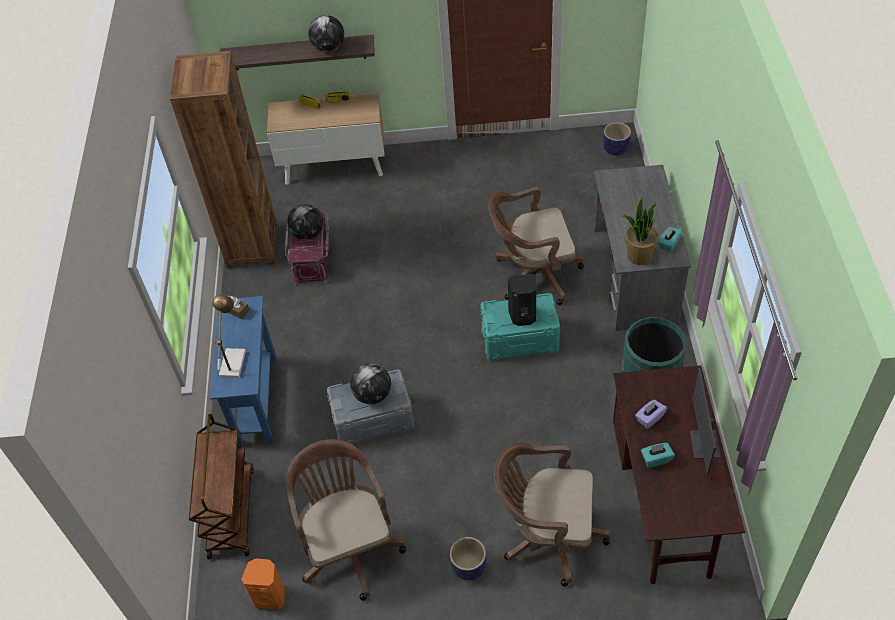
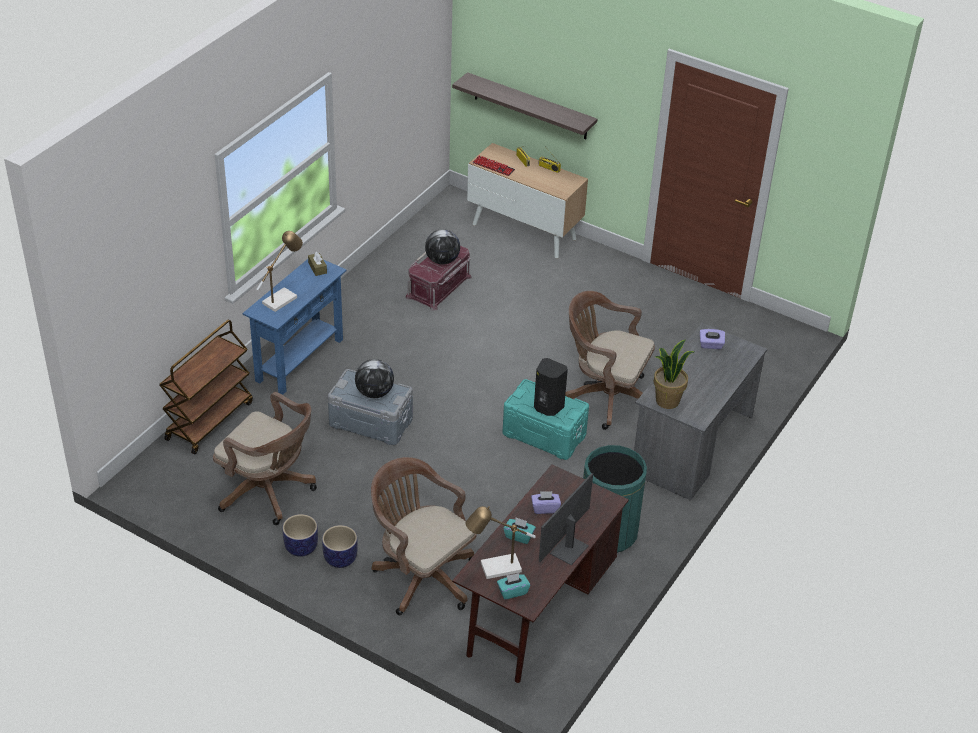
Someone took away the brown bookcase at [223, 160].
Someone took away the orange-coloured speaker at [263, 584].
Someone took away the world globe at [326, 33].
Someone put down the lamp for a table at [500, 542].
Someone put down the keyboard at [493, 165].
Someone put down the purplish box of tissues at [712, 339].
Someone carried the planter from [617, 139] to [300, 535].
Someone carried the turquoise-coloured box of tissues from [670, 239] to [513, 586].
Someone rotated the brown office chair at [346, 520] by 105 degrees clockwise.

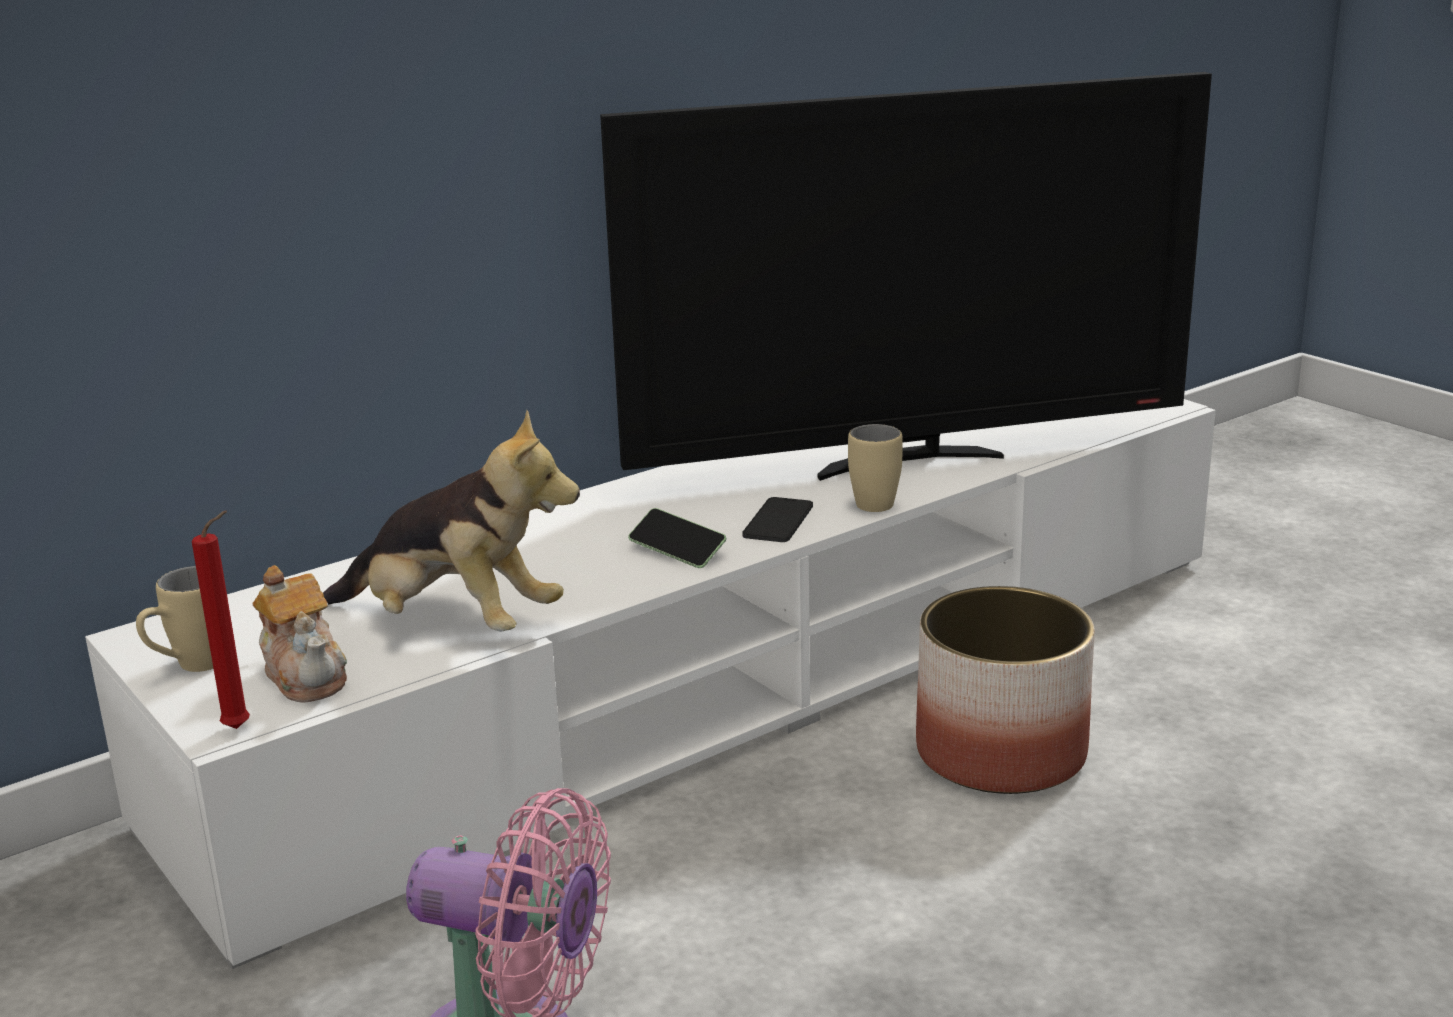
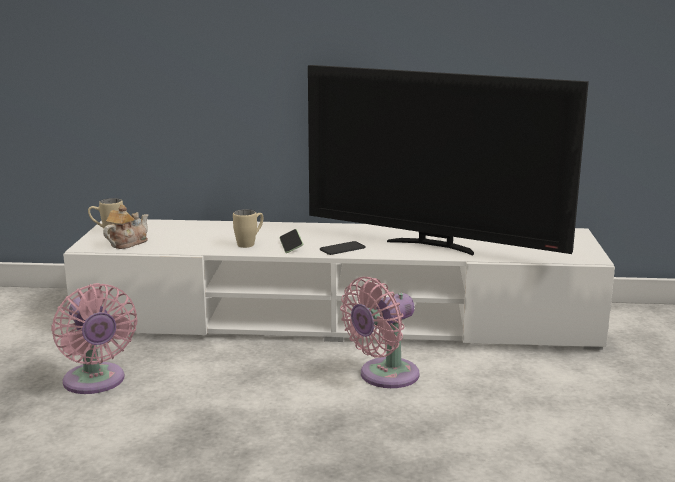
Someone took away the reddish wax light at [221, 619].
Someone took away the soft toy at [451, 521].
Someone carried the beige-coloured mug from [875, 468] to [248, 228].
Someone swapped the planter at [1005, 690] for the pinkish fan at [379, 332].
Someone rotated the teapot at [299, 634] by 150 degrees counterclockwise.

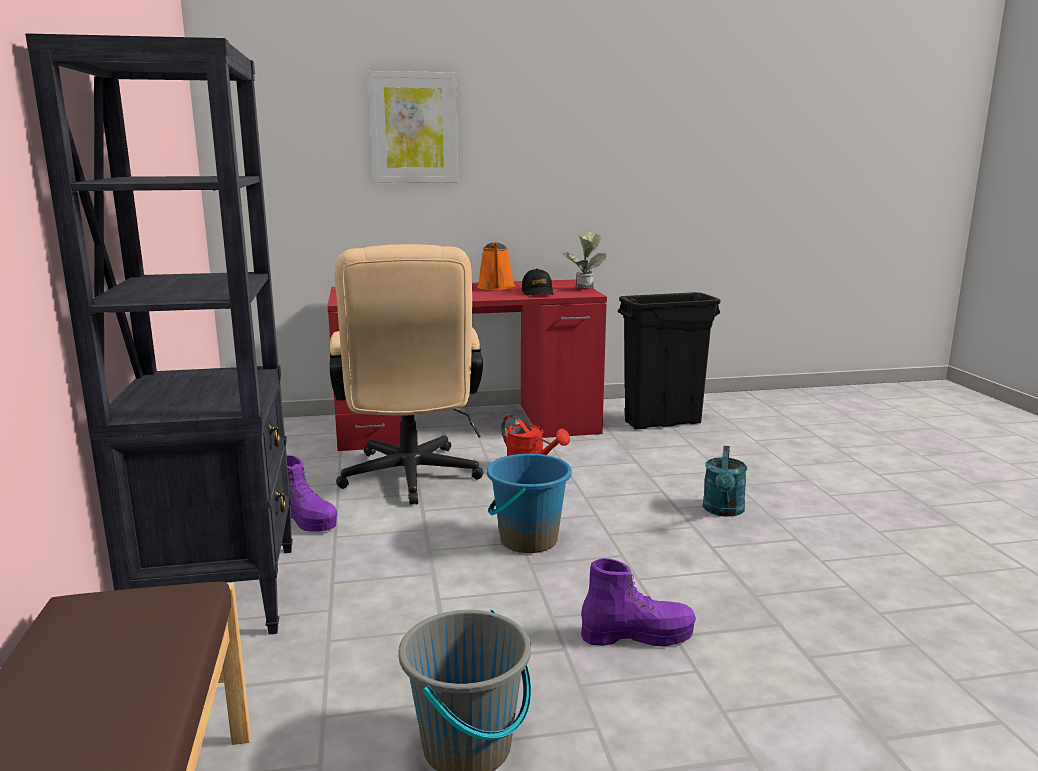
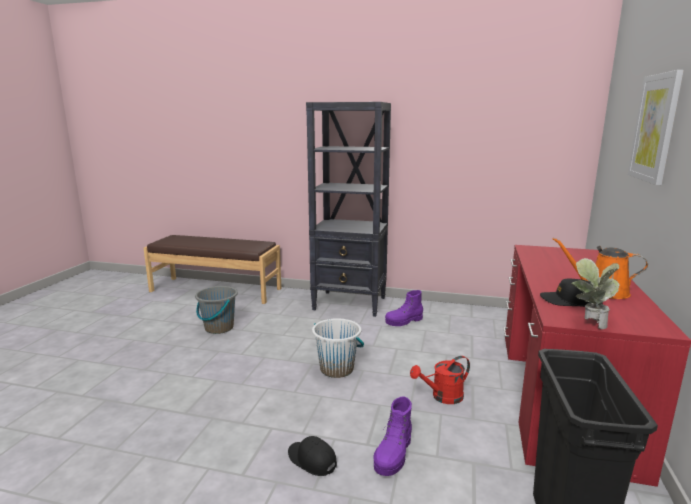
Someone took away the beige-coloured office chair at [406, 374].
Someone carried the purplish tall boot from [638, 602] to [393, 436].
Someone swapped the turquoise-coloured watering pot at [725, 481] for the blackish baseball cap at [312, 456].
Someone repainted the bluish bucket at [529, 503], which became the white bucket at [338, 348].

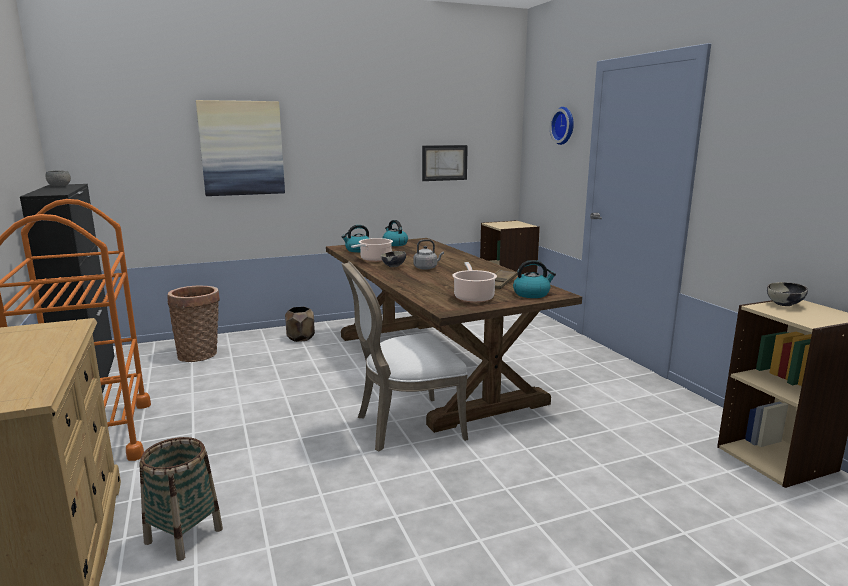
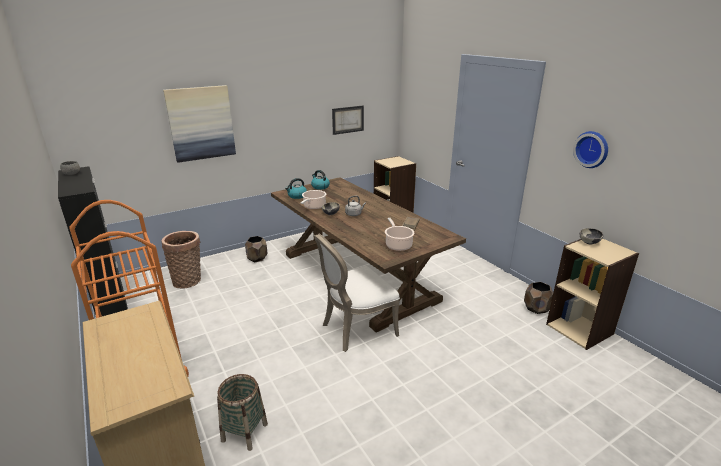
Someone took away the kettle at [534, 279].
Someone put down the brown planter at [538, 298].
Someone carried the hanging clock from [562, 126] to [590, 149].

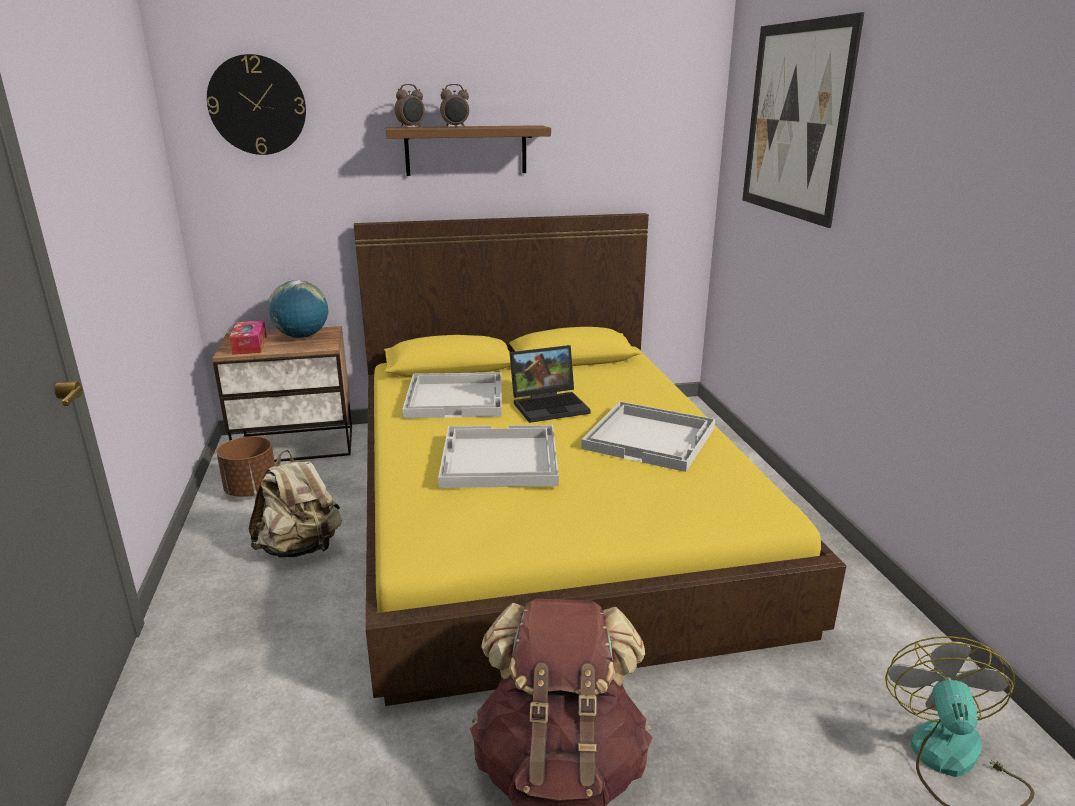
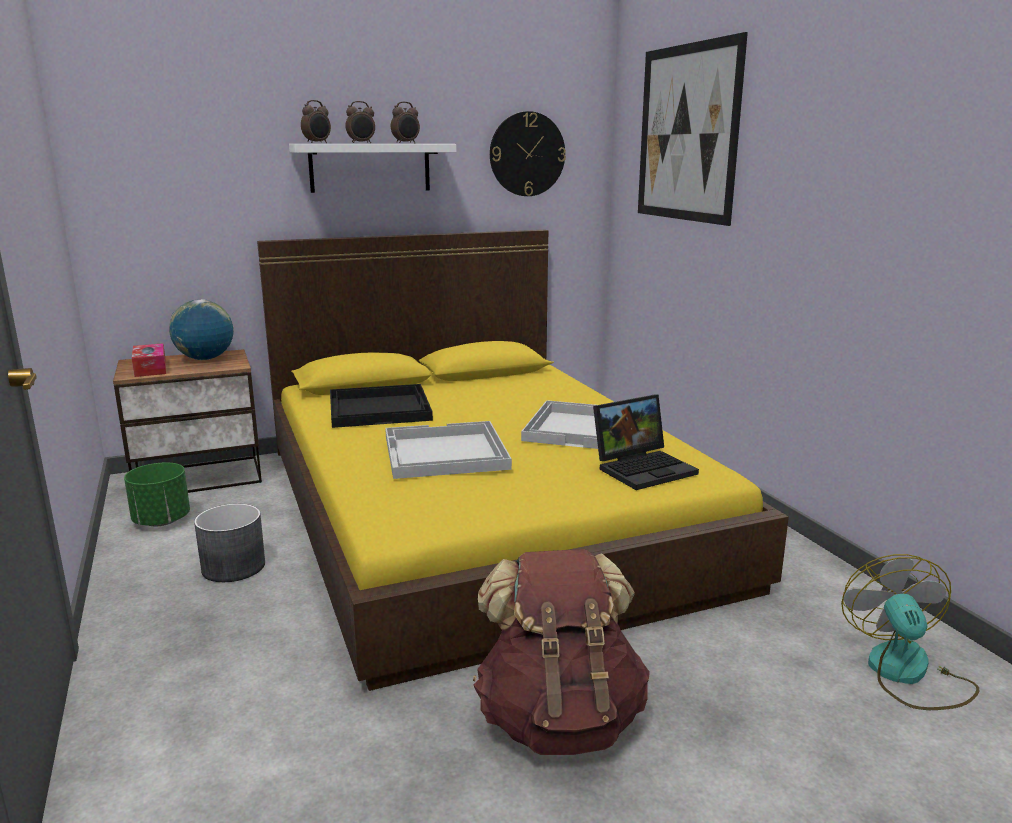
Someone put down the bedside clock at [405, 122].
Someone carried the hanging clock from [256, 104] to [528, 153].
Someone carried the notebook computer from [550, 384] to [646, 442].
Someone swapped the beige-coloured rucksack at [295, 504] for the greyish planter at [229, 543].
Someone repainted the brown planter at [245, 466], which became the greenish planter at [157, 494].
Someone repainted the brown wall shelf at [468, 150], which became the white wall shelf at [373, 168].
Someone repainted the white serving tray at [452, 395], which became the blackish serving tray at [381, 406].

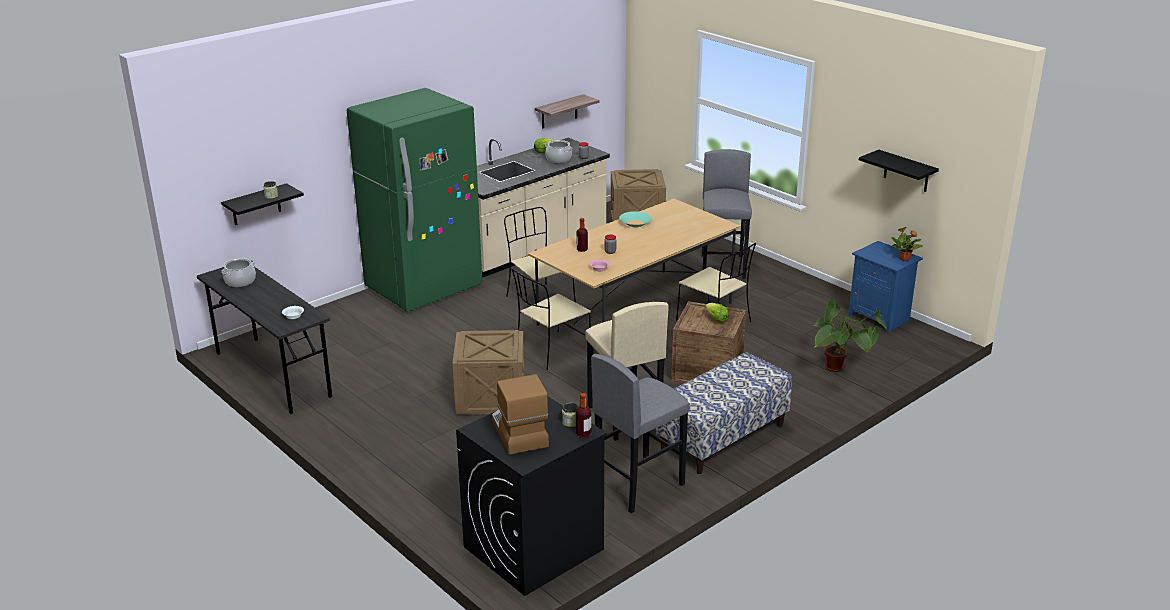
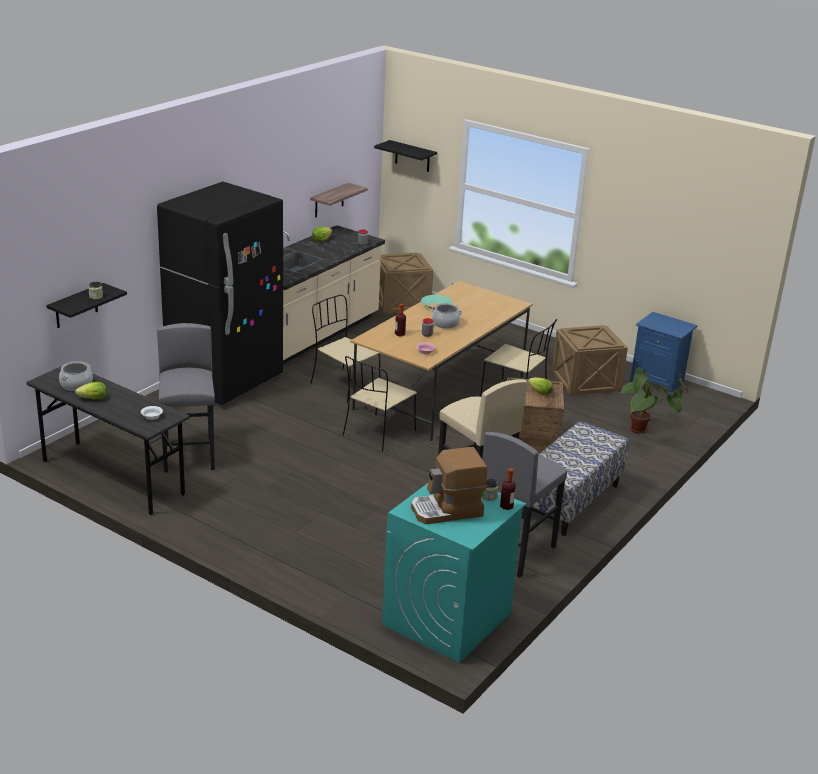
Someone took away the potted plant at [907, 244].
Someone put down the lettuce at [91, 390].
Someone carried the packing crate from [488, 372] to [590, 360].
Someone carried the saucepot from [558, 151] to [446, 316].
Someone carried the greyish sitting stool from [727, 214] to [186, 397].
Someone carried the blackish wall shelf from [899, 171] to [405, 156].
Someone repainted the greenish kitchen fridge at [415, 200], which became the blackish kitchen fridge at [220, 293].
Someone repainted the blackish laundry appliance at [531, 496], which became the turquoise-coloured laundry appliance at [454, 573].
Someone rotated the coffee maker at [520, 414] by 75 degrees counterclockwise.

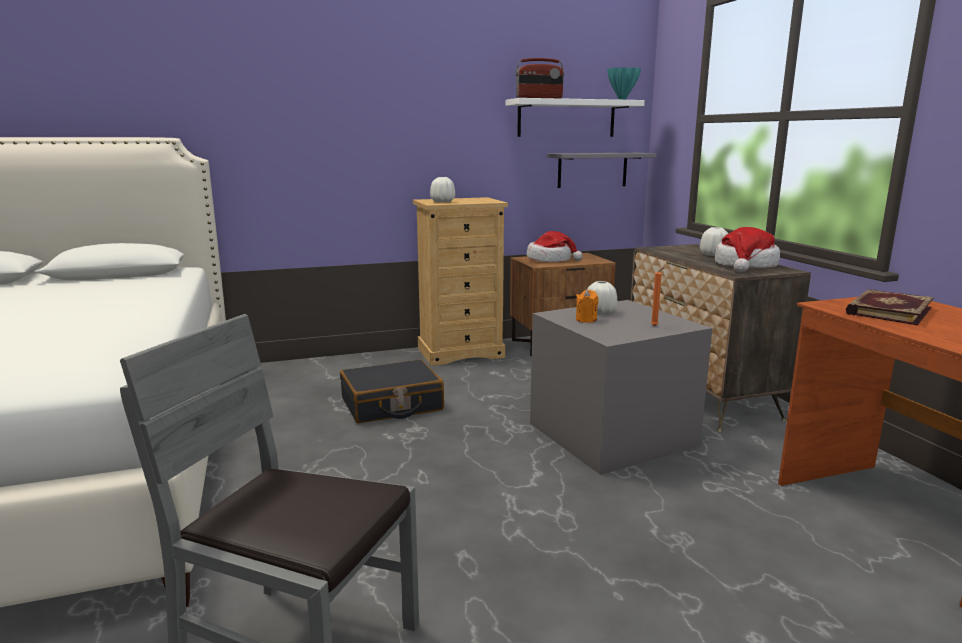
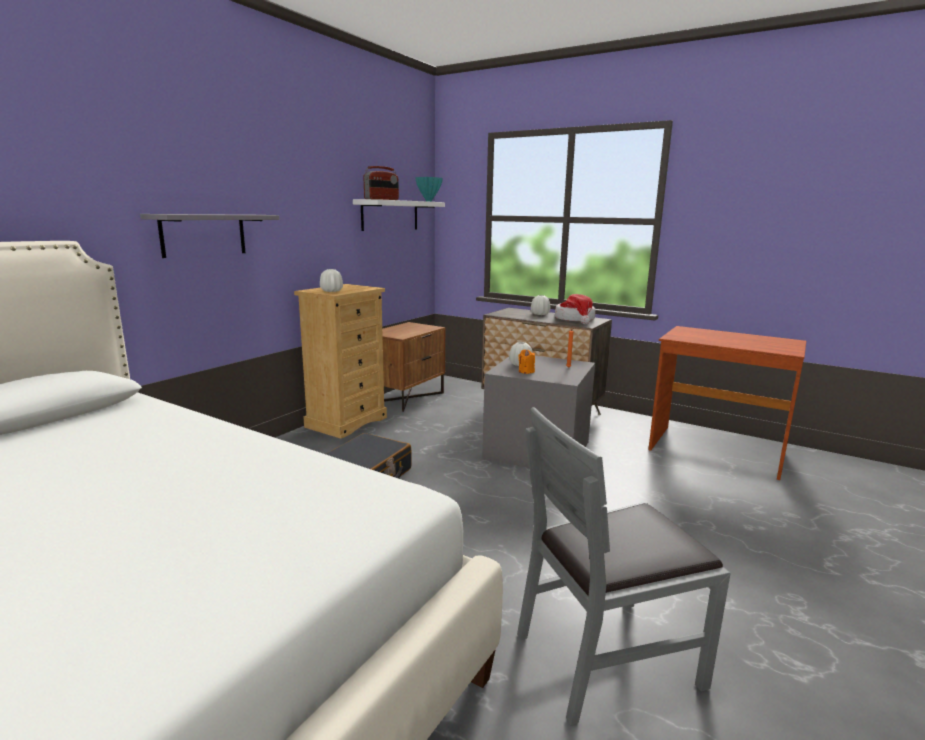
Someone took away the wearable hat at [555, 246].
Someone took away the volume at [890, 307].
Someone carried the greyish wall shelf from [602, 170] to [209, 236].

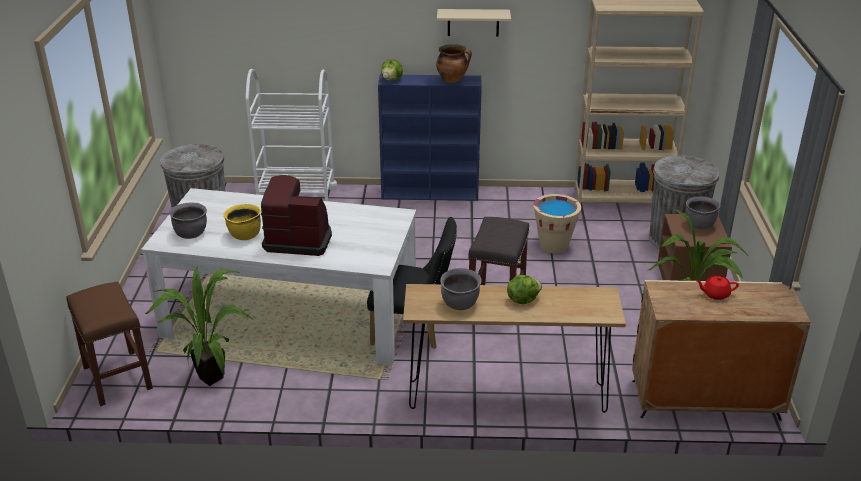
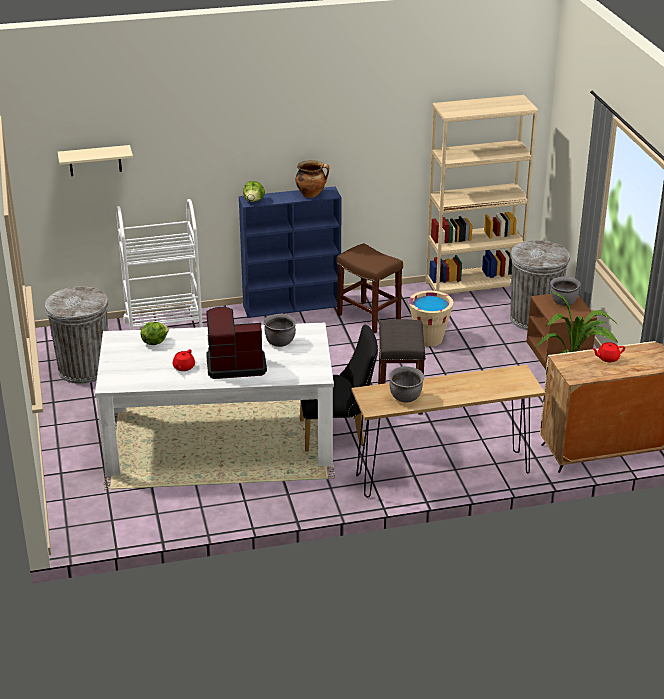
Someone took away the potted plant at [198, 326].
Someone carried the brown sitting stool from [109, 343] to [370, 288].
Someone carried the greyish saucepot from [188, 220] to [279, 330].
Someone carried the beige-coloured wall shelf from [474, 23] to [95, 160].
Someone carried the lettuce from [524, 289] to [155, 333].
Someone swapped the yellow saucepot at [242, 222] for the reddish teapot at [184, 360].

